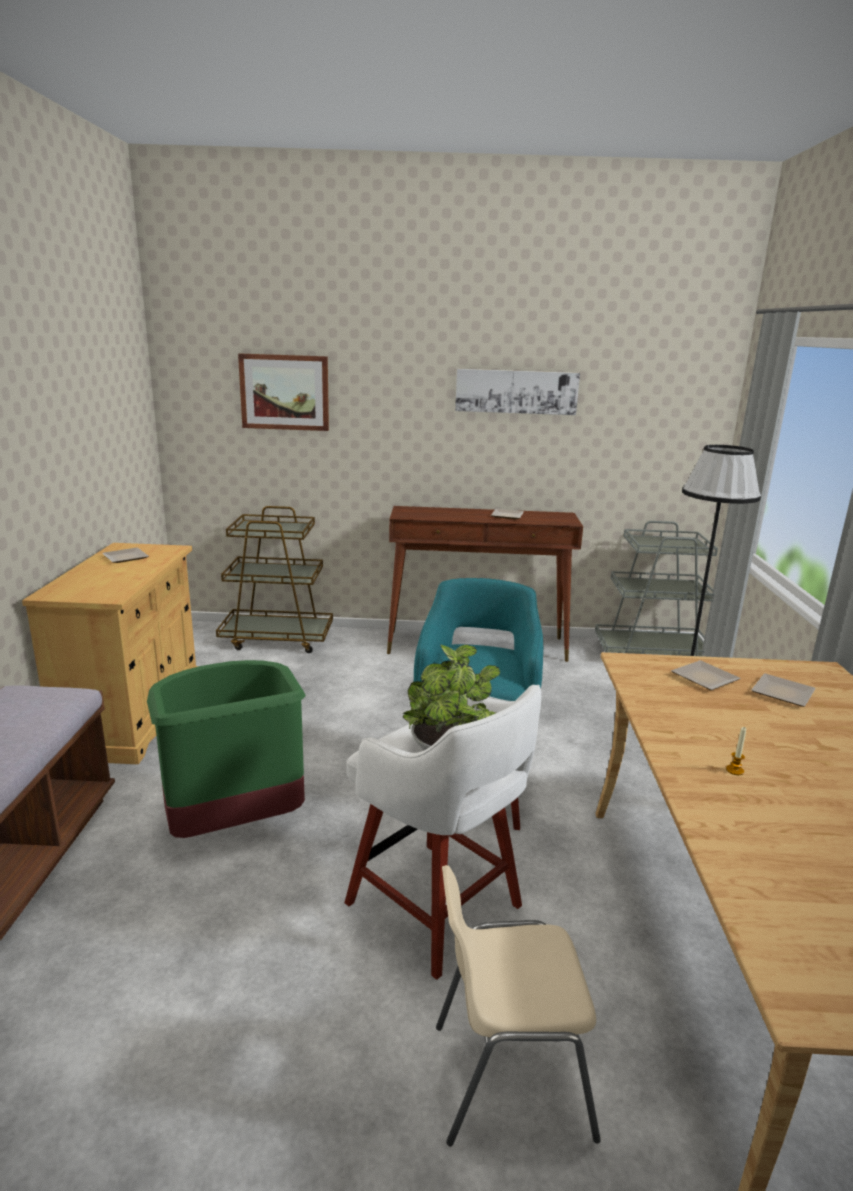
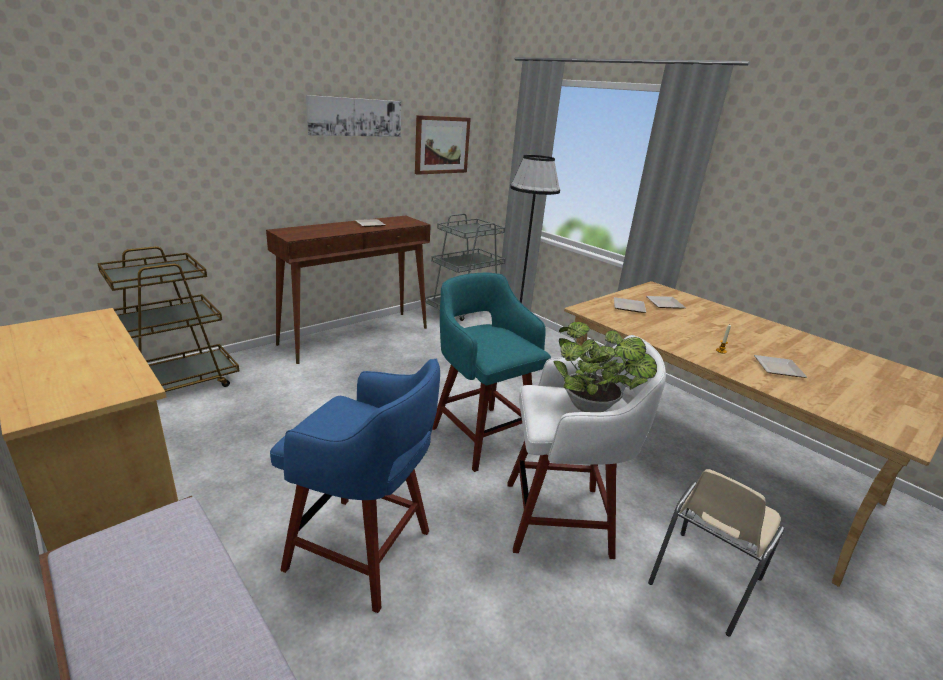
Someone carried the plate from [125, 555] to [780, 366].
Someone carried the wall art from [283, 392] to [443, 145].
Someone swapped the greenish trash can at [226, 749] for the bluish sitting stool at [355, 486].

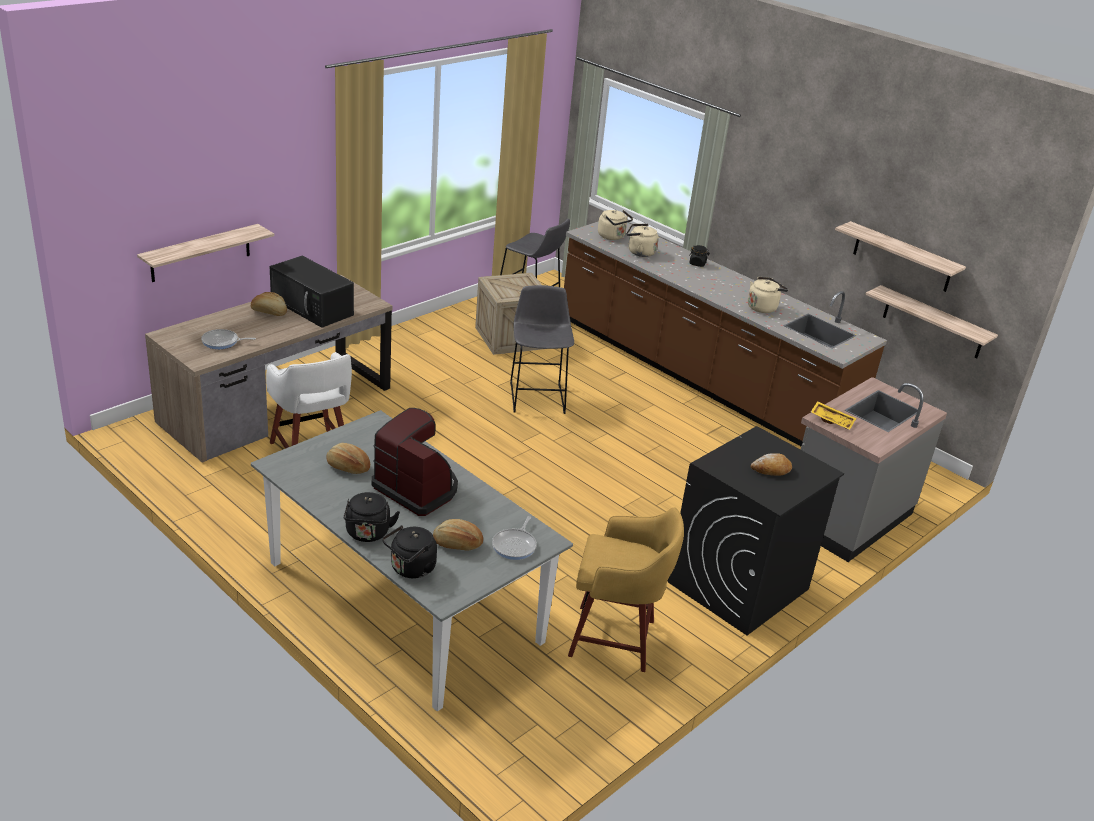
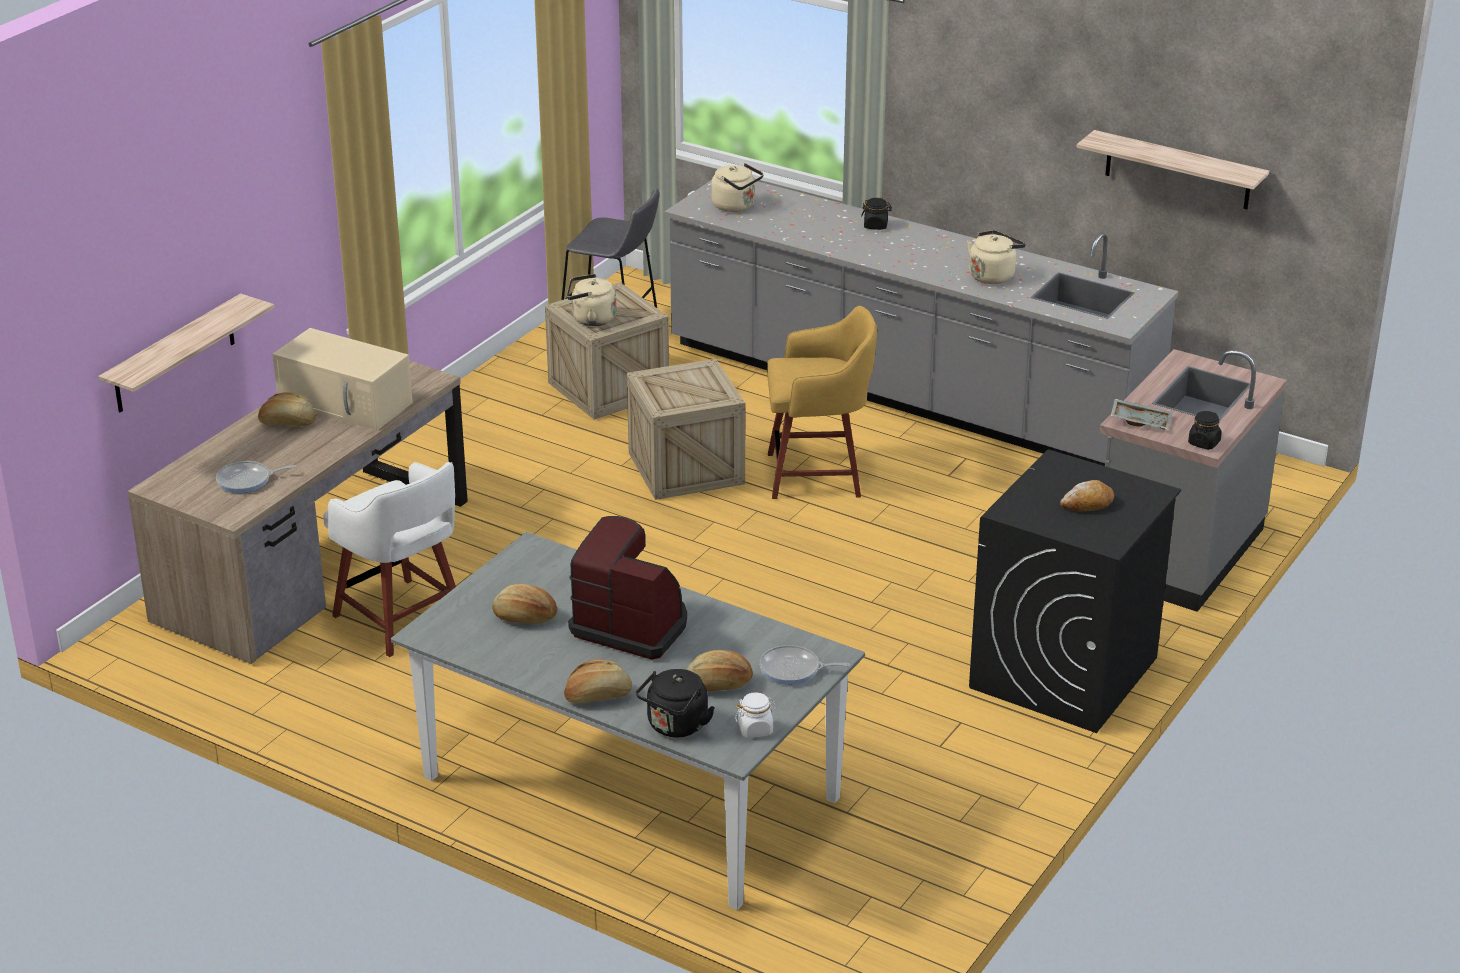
Someone took away the wall shelf at [931, 322].
Someone put down the white preserve jar at [756, 715].
Someone put down the blackish preserve jar at [1205, 430].
Someone carried the yellow sitting stool from [626, 589] to [822, 402].
Someone carried the beige-coloured kettle from [643, 240] to [591, 300].
Someone swapped the blackish kettle at [371, 517] for the bakery bread at [598, 681].
Someone swapped the greyish sitting stool at [542, 349] for the packing crate at [686, 429].
Someone repainted the blackish microwave oven at [312, 292], which became the beige-coloured microwave oven at [343, 379].
Someone repainted the brown kitchen base unit at [725, 333], which became the greyish kitchen base unit at [921, 323].
Someone repainted the yellow serving tray at [833, 415], which became the greyish serving tray at [1141, 414].
Someone rotated the skillet at [514, 538] by 90 degrees clockwise.

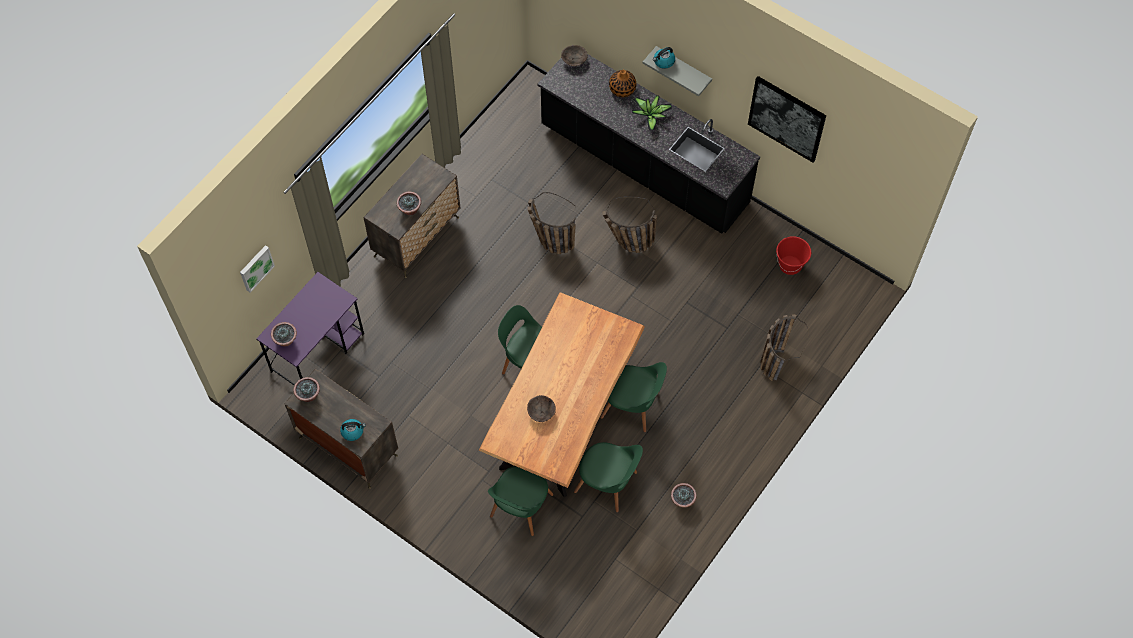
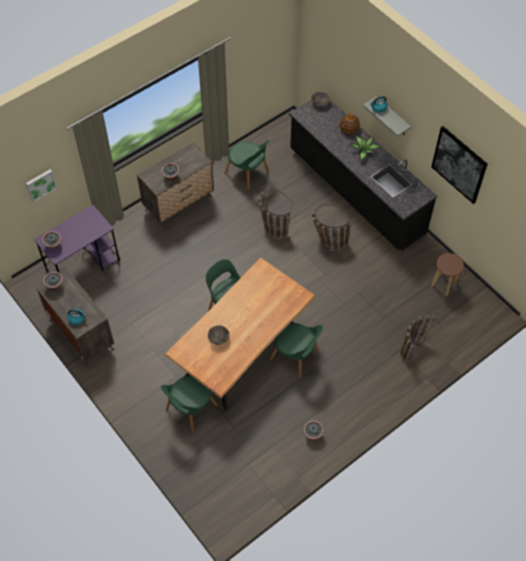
Someone carried the greenish chair from [608, 477] to [246, 165].
Someone swapped the reddish bucket at [793, 255] for the brown sitting stool at [447, 274].

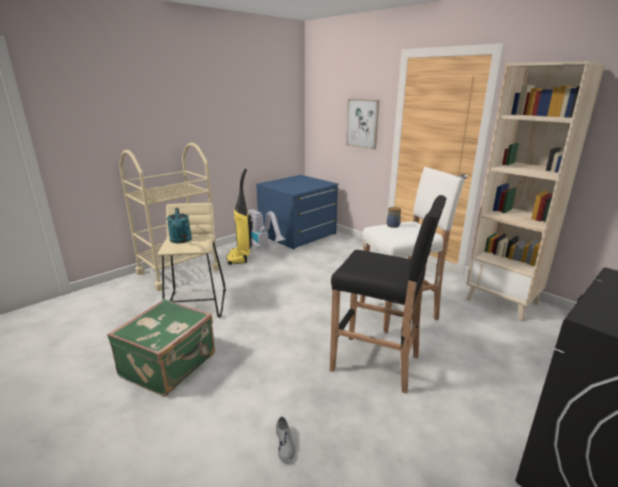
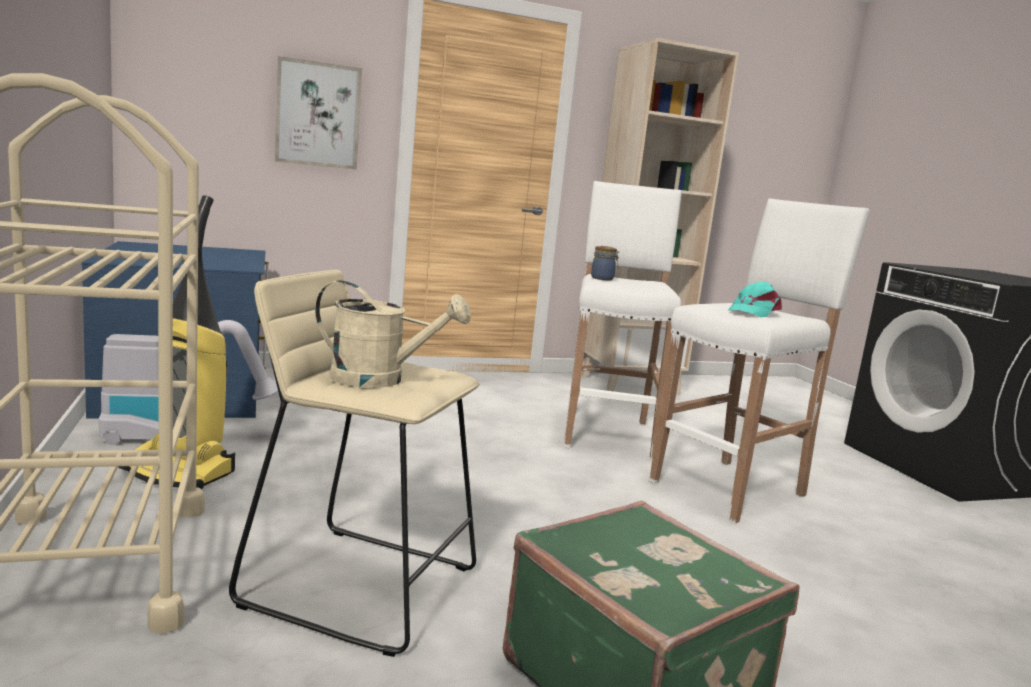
Someone took away the greyish item of footwear at [286, 438].
Someone put down the turquoise-coloured baseball cap at [755, 299].
Someone repainted the turquoise-coloured watering pot at [179, 225], which became the beige-coloured watering pot at [393, 334].
Someone repainted the blackish sitting stool at [388, 294], which became the white sitting stool at [759, 361].

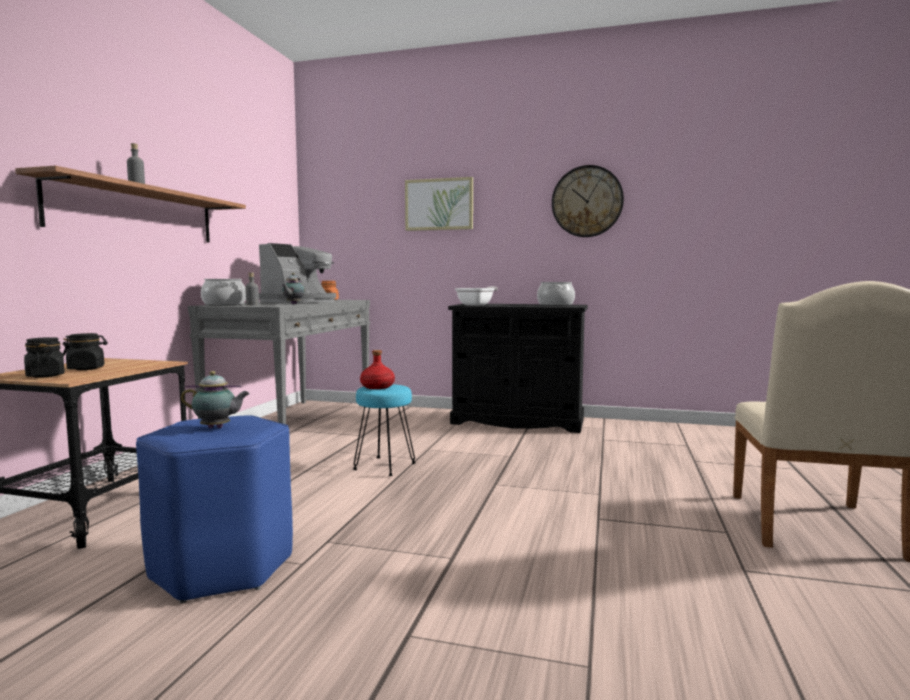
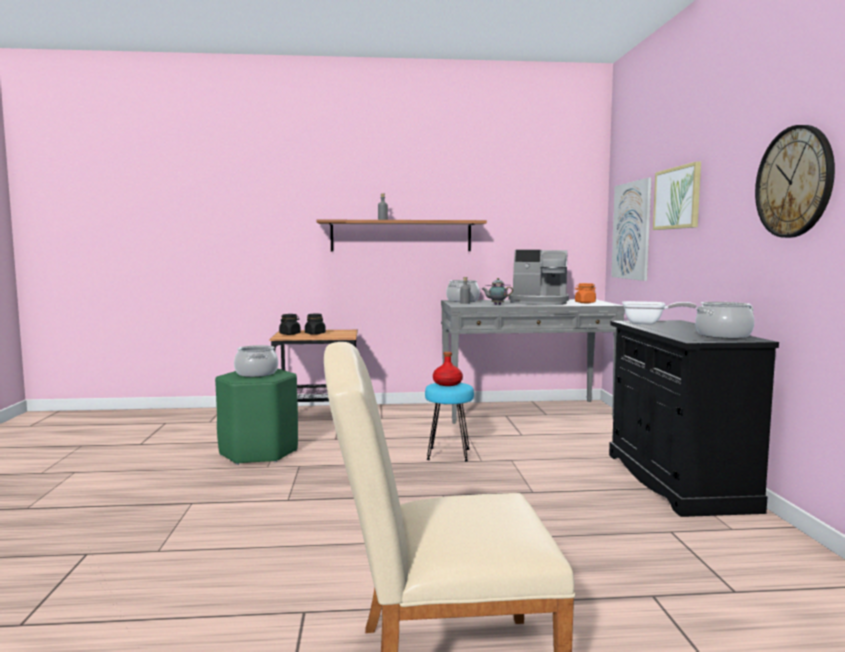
Someone put up the wall art at [631, 229].
Someone swapped the teapot at [215, 399] for the saucepot at [256, 361].
Someone repainted the bluish sitting stool at [214, 509], which became the greenish sitting stool at [256, 417].

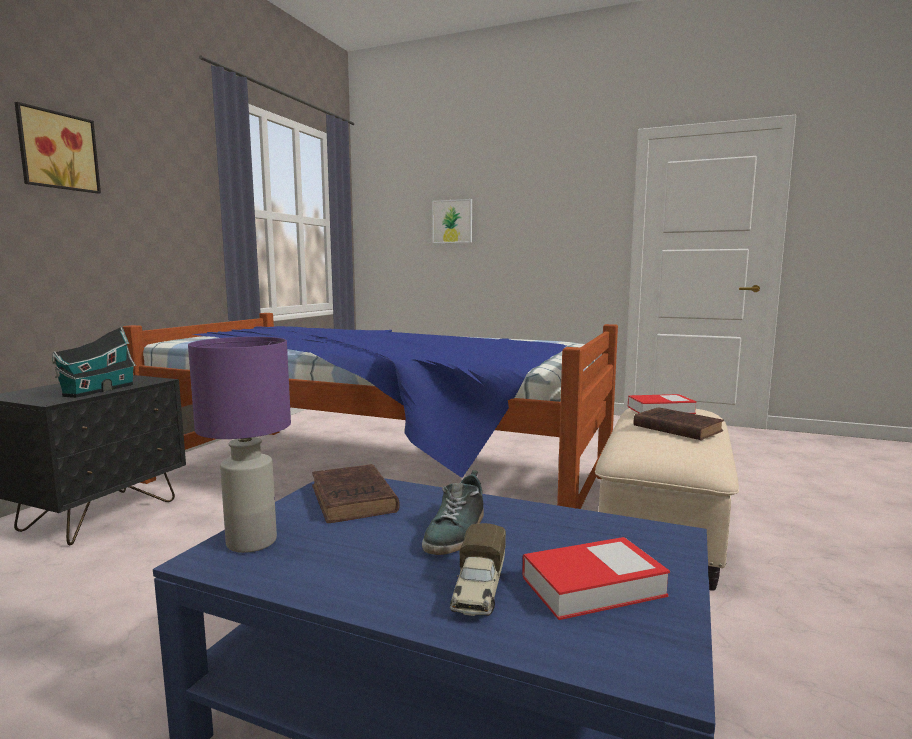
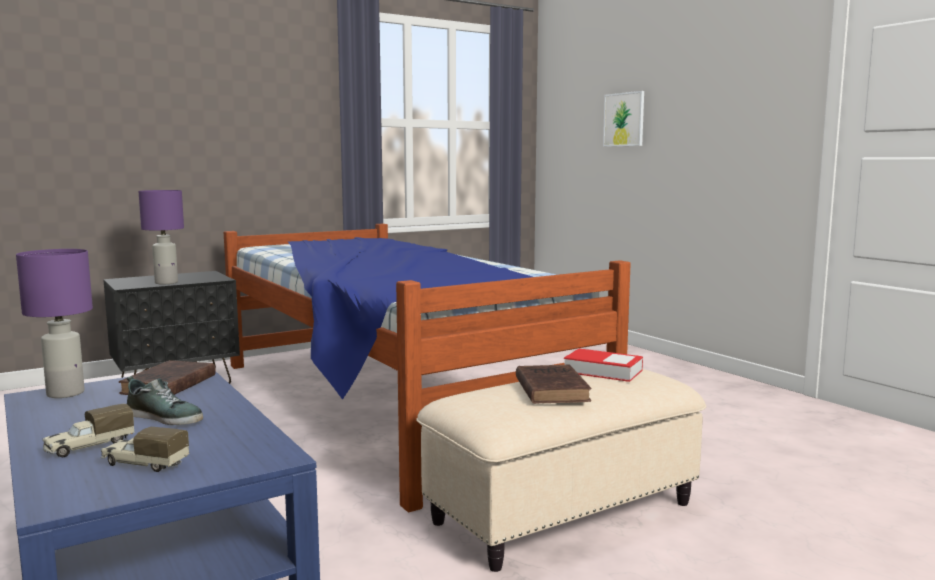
Someone took away the wall art at [57, 148].
Someone swapped the miniature house at [94, 362] for the purplish lamp for a table at [161, 237].
Someone swapped the volume at [596, 578] for the toy truck at [145, 449].
Someone rotated the item of footwear at [453, 512] by 120 degrees counterclockwise.

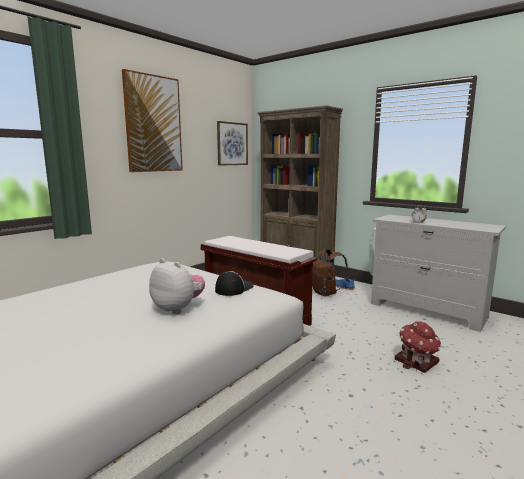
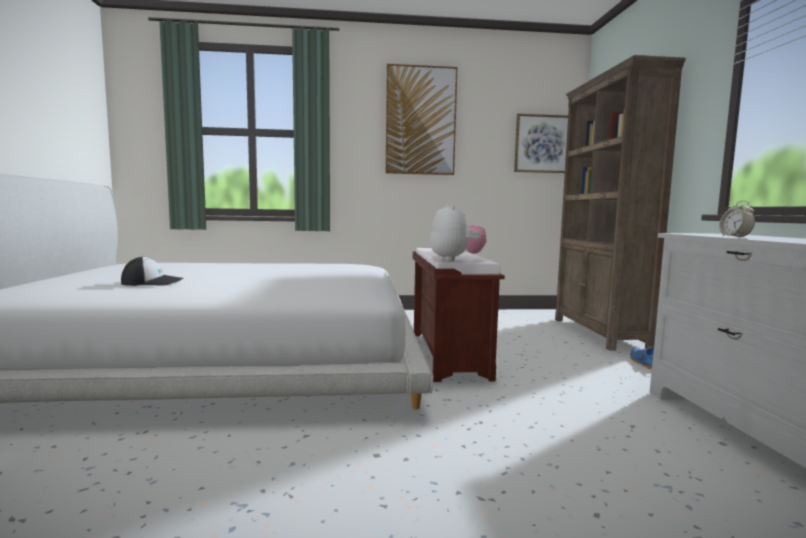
Someone took away the brown rucksack at [330, 272].
Someone took away the miniature house at [418, 347].
Someone carried the soft toy from [177, 286] to [458, 232].
Someone carried the baseball cap from [234, 283] to [152, 271].

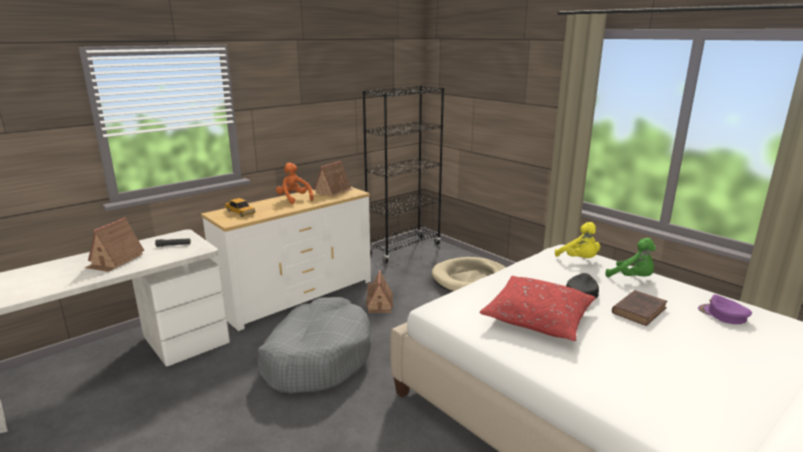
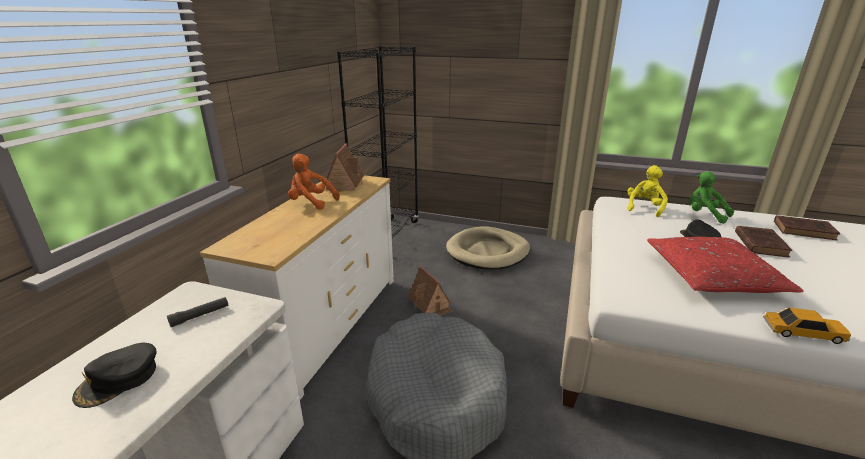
Someone carried the miniature car from [240, 207] to [807, 325].
Someone swapped the miniature house at [115, 244] for the blackish baseball cap at [114, 375].
Someone swapped the purplish baseball cap at [725, 309] for the brown volume at [807, 227].
Someone rotated the yellow soft toy at [577, 240] by 90 degrees counterclockwise.
Someone rotated the greenish soft toy at [630, 257] by 150 degrees counterclockwise.

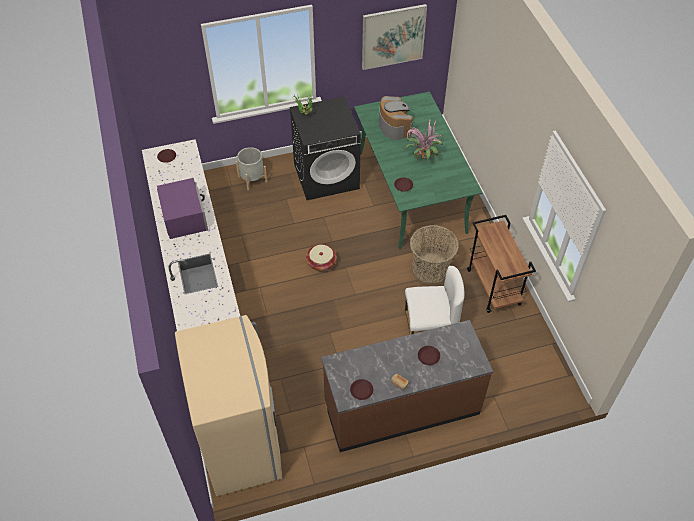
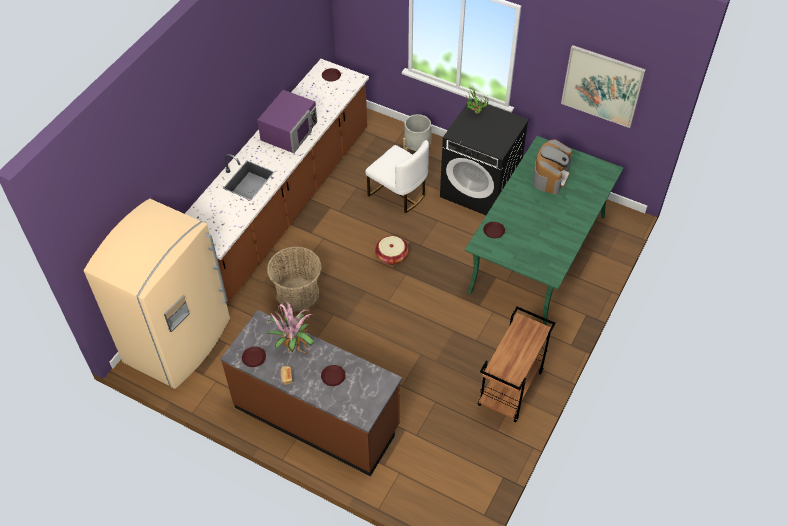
Someone carried the potted plant from [424, 140] to [290, 328].
Someone carried the white chair from [435, 300] to [397, 176].
Someone carried the household basket from [434, 254] to [294, 279].

